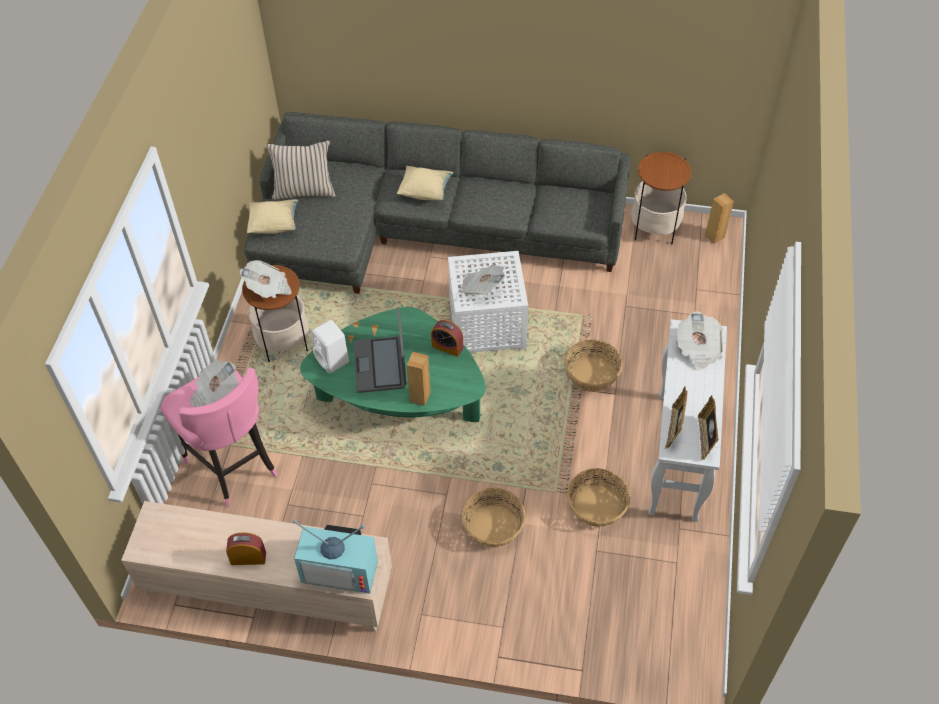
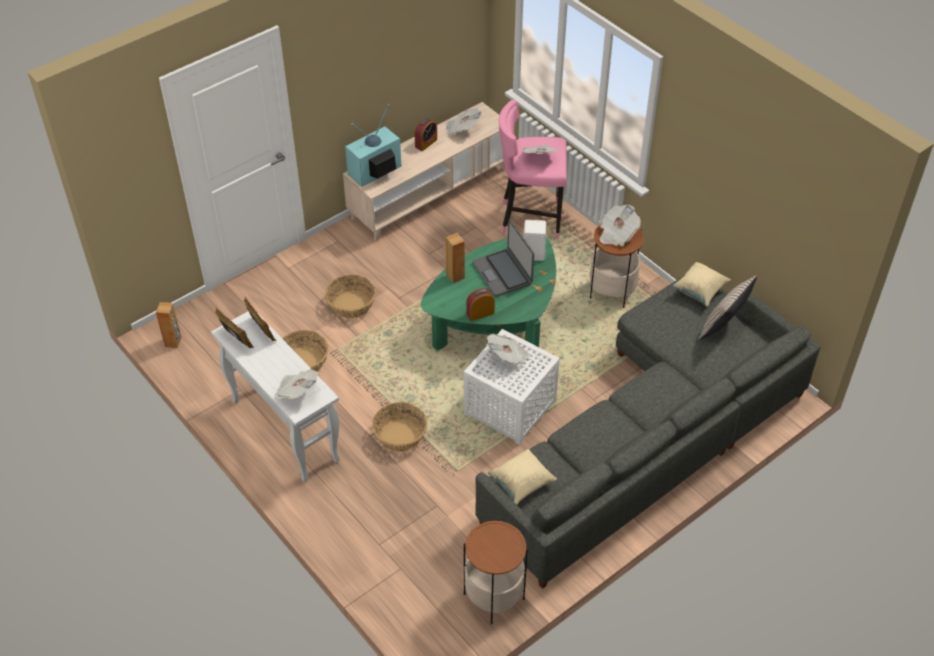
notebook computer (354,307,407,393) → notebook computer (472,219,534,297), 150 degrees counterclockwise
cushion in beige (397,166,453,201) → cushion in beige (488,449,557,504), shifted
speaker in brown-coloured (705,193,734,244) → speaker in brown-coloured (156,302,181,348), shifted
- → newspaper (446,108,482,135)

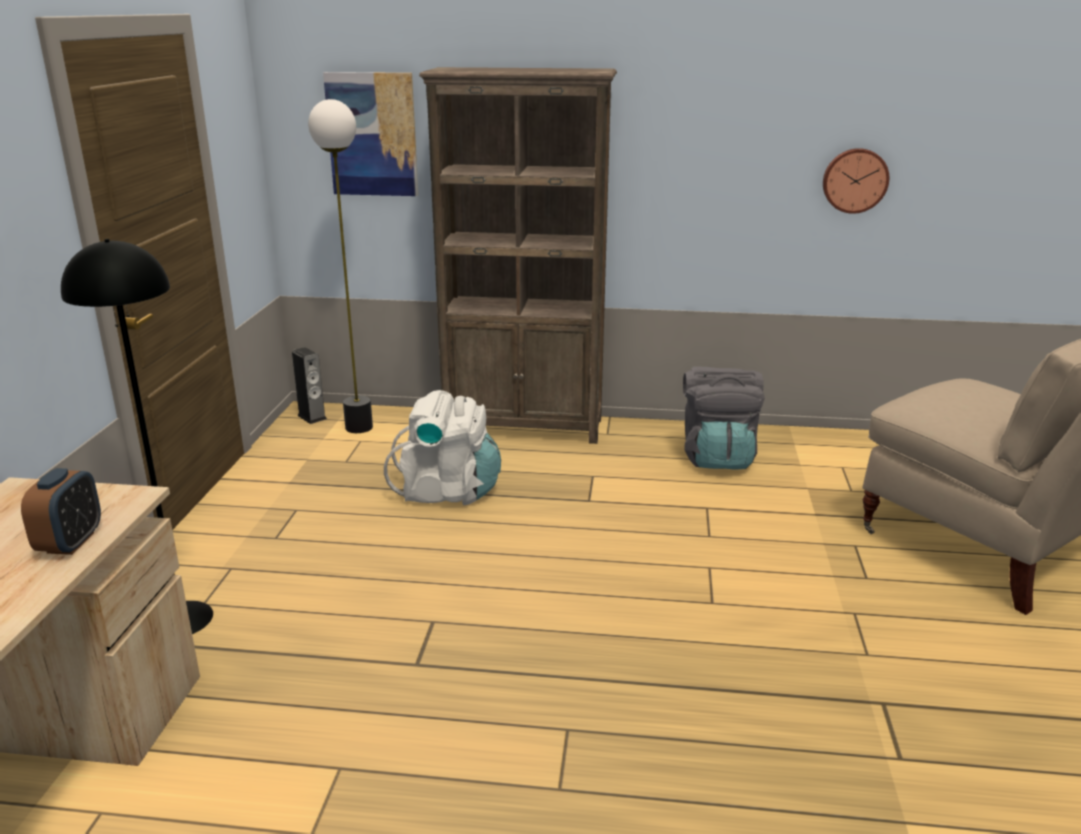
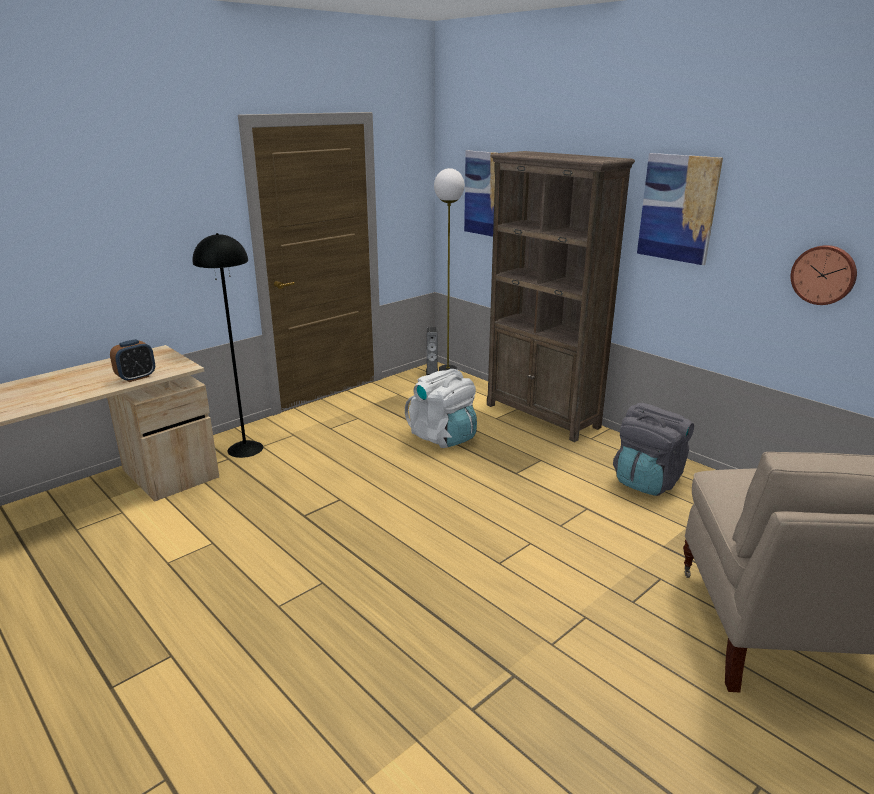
- → wall picture (637,153,723,265)

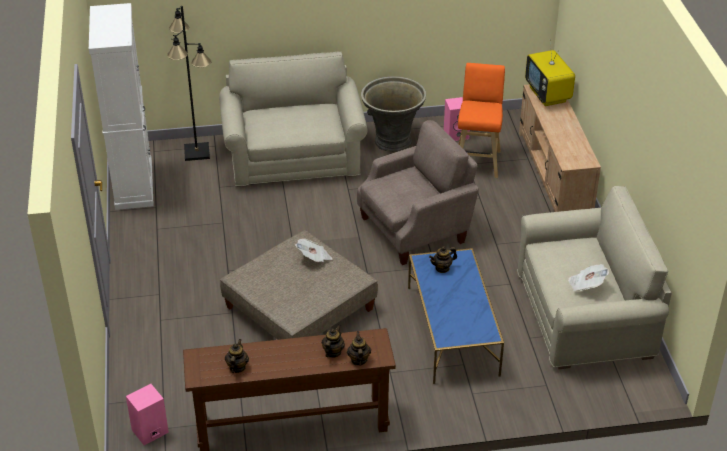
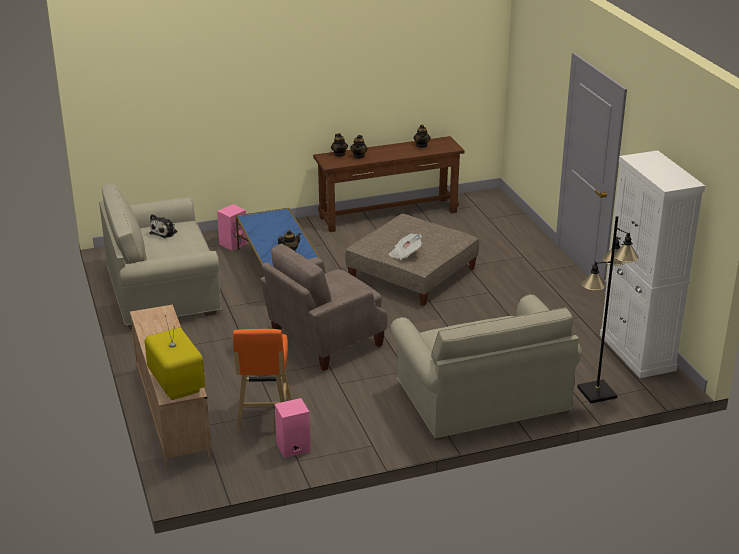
speaker in pinkish (126,384,169,445) → speaker in pinkish (217,204,248,251), shifted
plant pot in greyish (361,76,426,152) → -
newspaper (568,264,609,292) → cuddly toy (149,214,177,238)

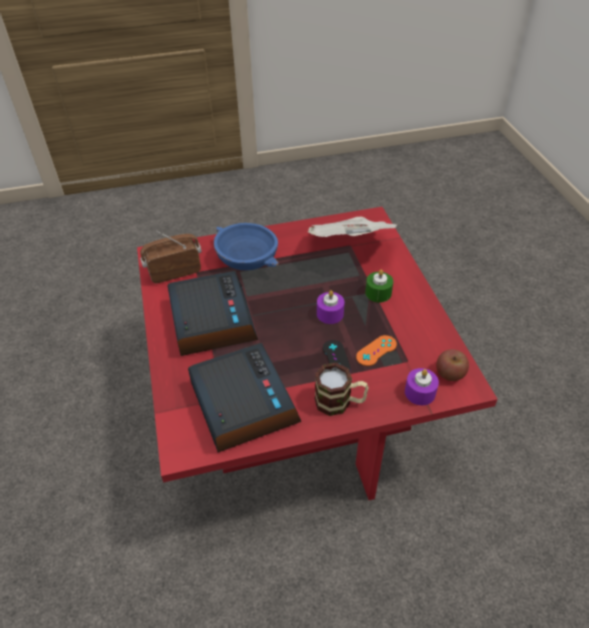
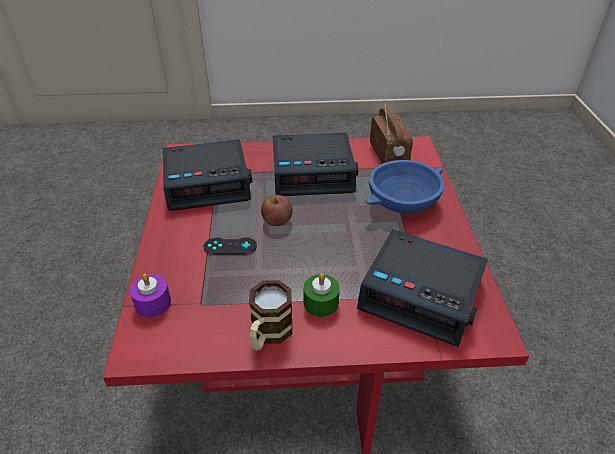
newspaper (308,216,397,237) → table clock (357,229,488,347)
mug (314,363,369,416) → mug (249,280,293,351), shifted
wax candle in purplish (317,290,344,324) → -
joypad in orangey (356,335,397,366) → -
apple (436,349,469,381) → apple (261,195,293,226), shifted

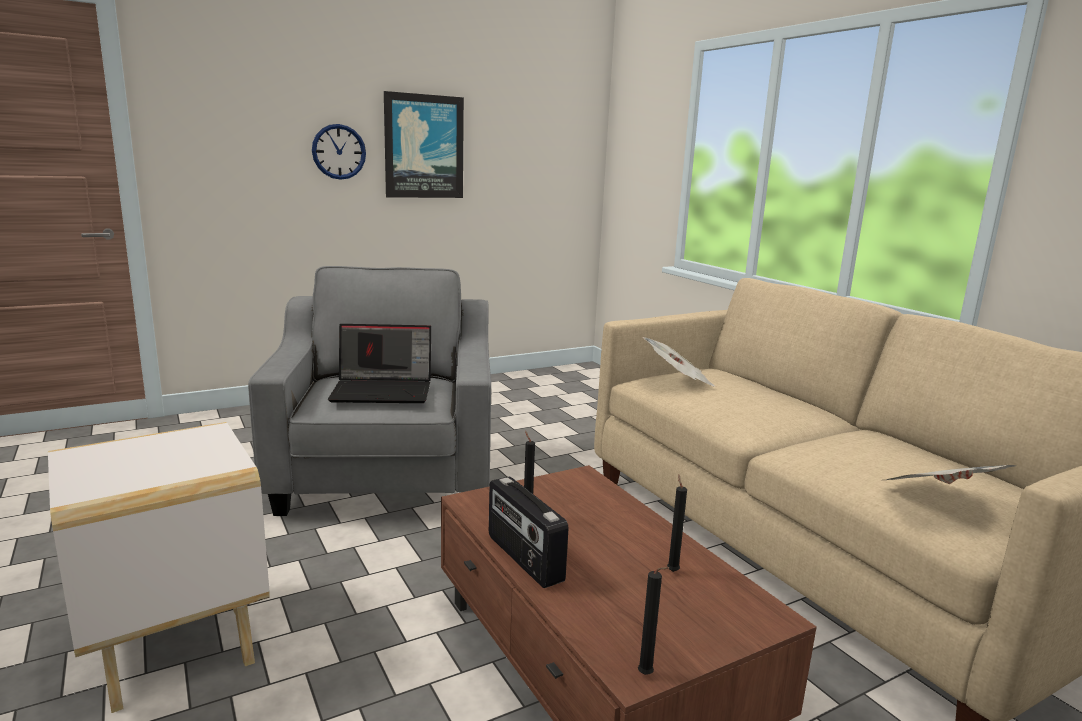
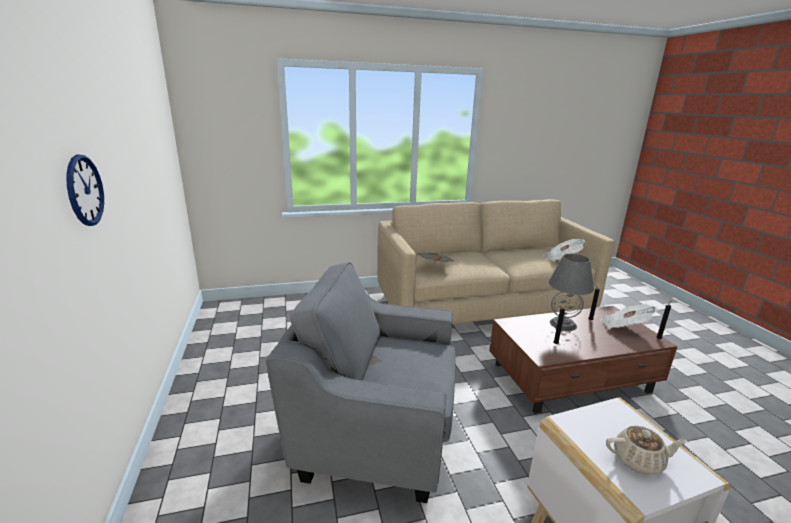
notebook computer (328,324,431,403) → -
wall picture (384,91,464,198) → -
radio (489,476,569,588) → -
- → tabletop lamp in greyish (549,254,594,331)
- → newspaper (599,304,658,329)
- → pot for tea in beige (606,426,687,475)

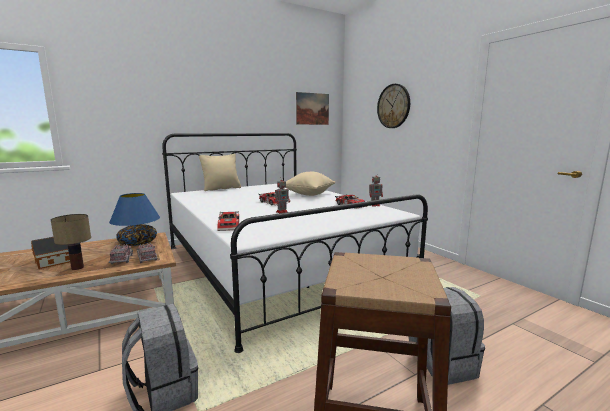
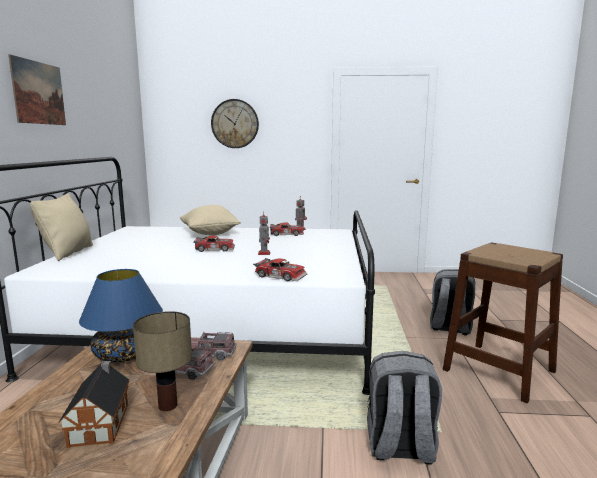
wall picture (296,92,329,125) → wall picture (8,54,66,125), shifted

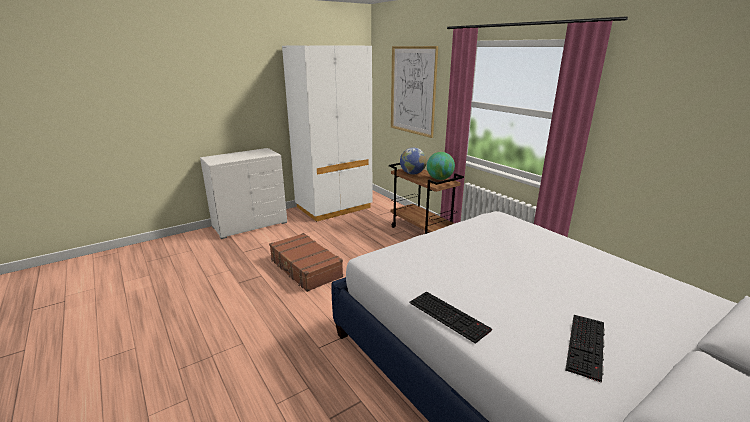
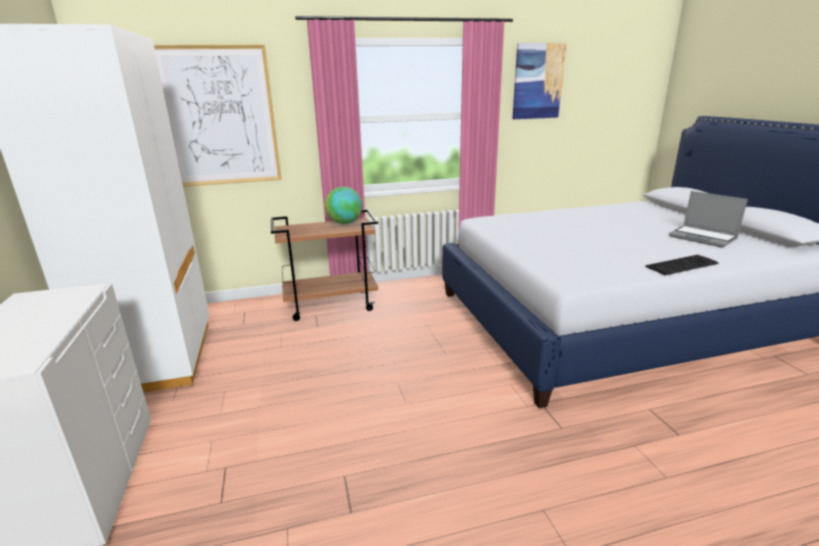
piece of luggage in brown-coloured (269,233,343,292) → -
desk globe (400,148,427,175) → -
computer keyboard (565,315,605,382) → notebook computer (669,191,748,248)
- → wall picture (512,43,567,119)

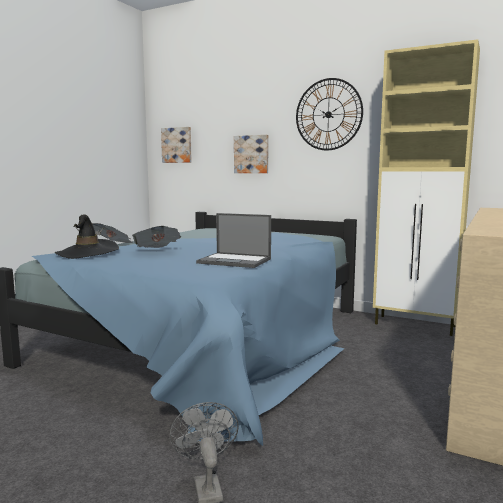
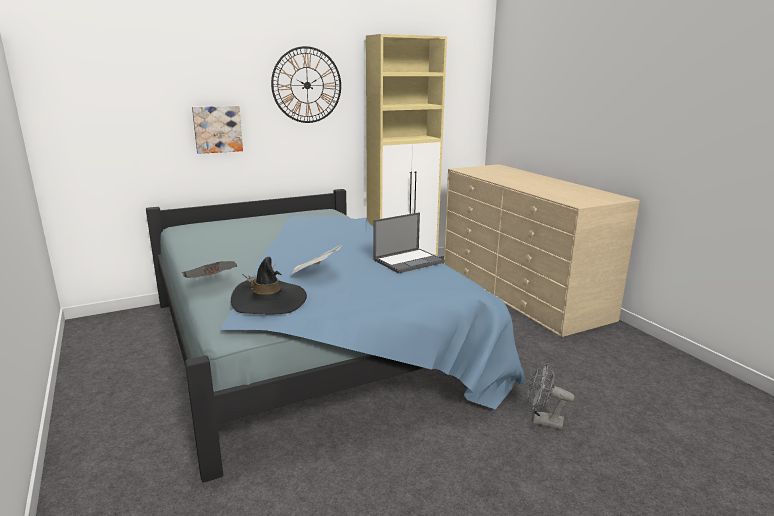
wall picture (161,127,192,163) → -

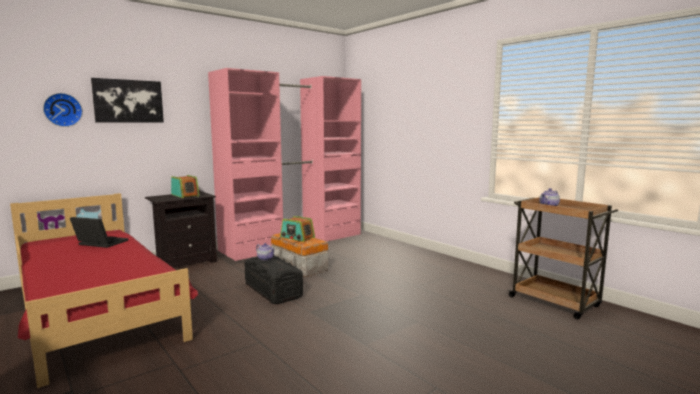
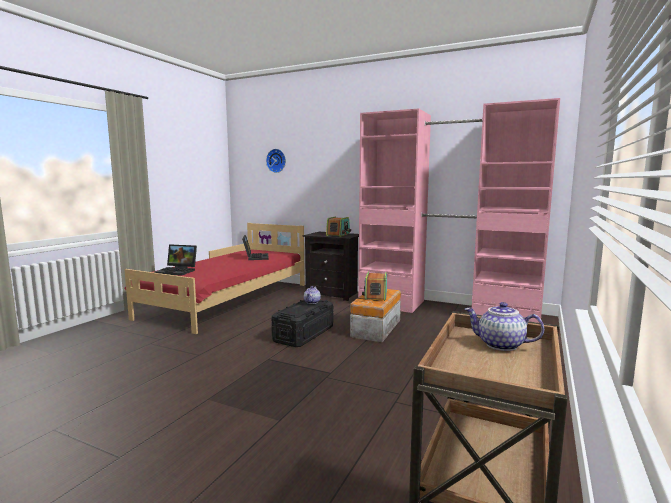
wall picture (91,78,164,122) → -
- → notebook computer (154,244,197,276)

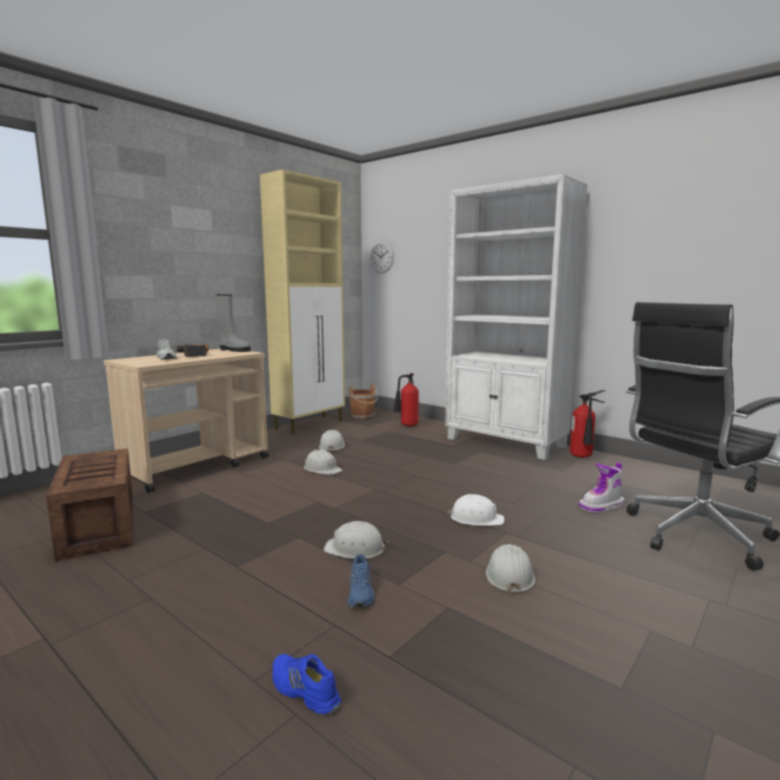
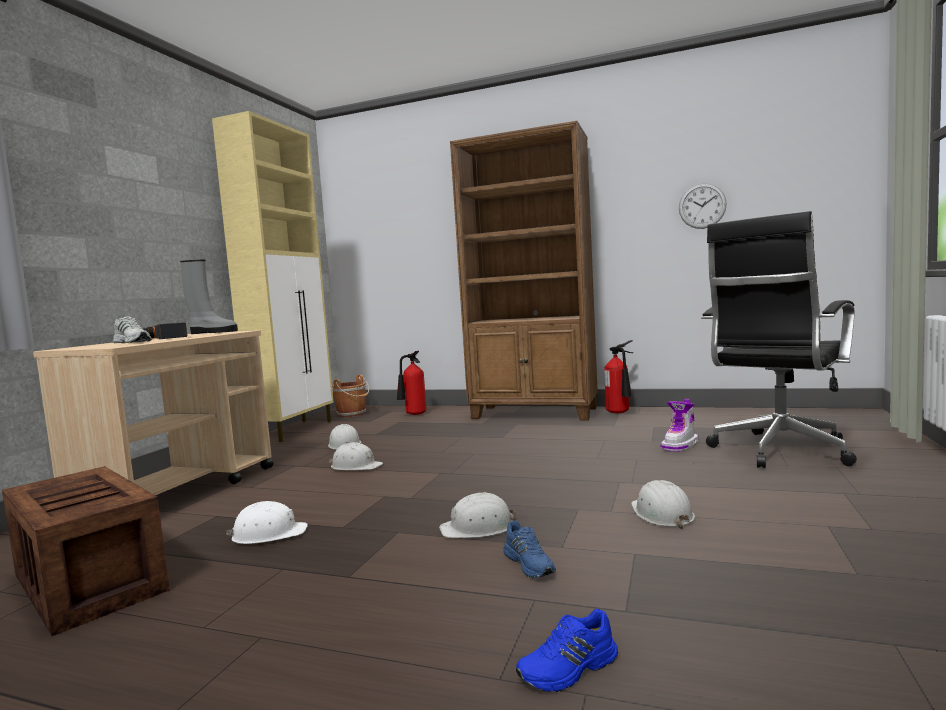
shoe in blue (272,654,341,715) → shoe in blue (516,609,618,692), 45 degrees counterclockwise
hanging clock (370,241,394,273) → hanging clock (679,183,727,229), shifted
bookshelf in white-coloured (445,174,587,460) → bookshelf in brown-coloured (450,121,598,421)
work helmet in white-coloured (447,494,505,526) → work helmet in white-coloured (226,501,308,544), shifted

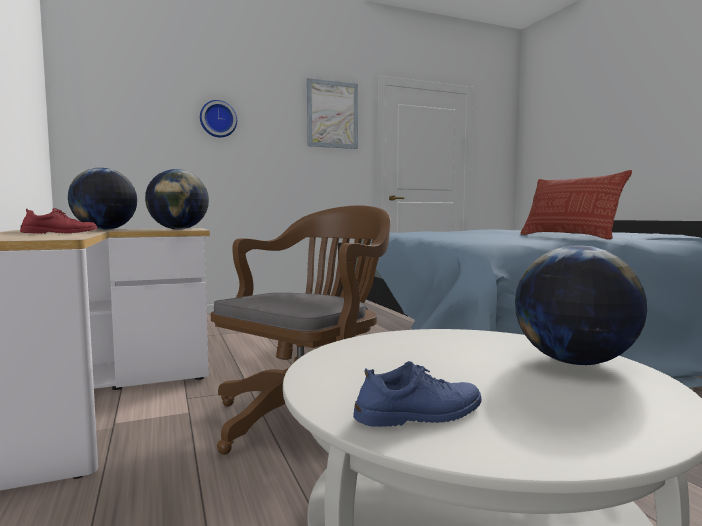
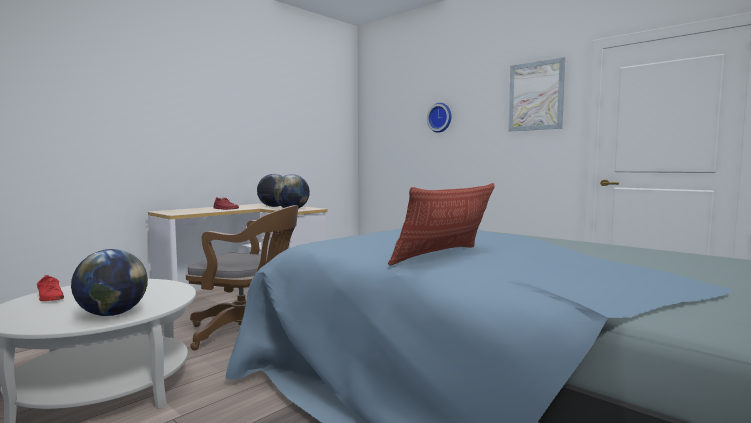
shoe in blue (353,361,482,427) → shoe in red (37,275,64,301)

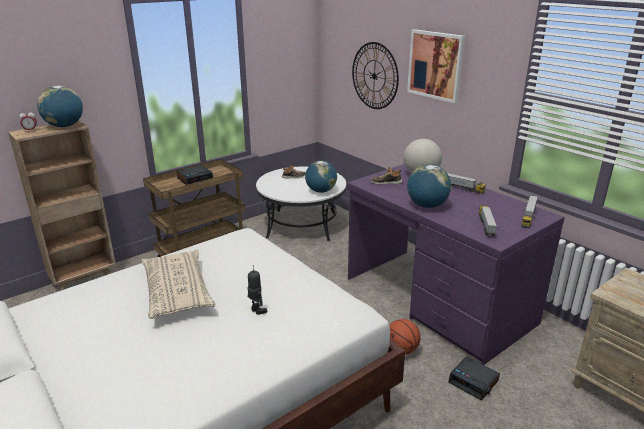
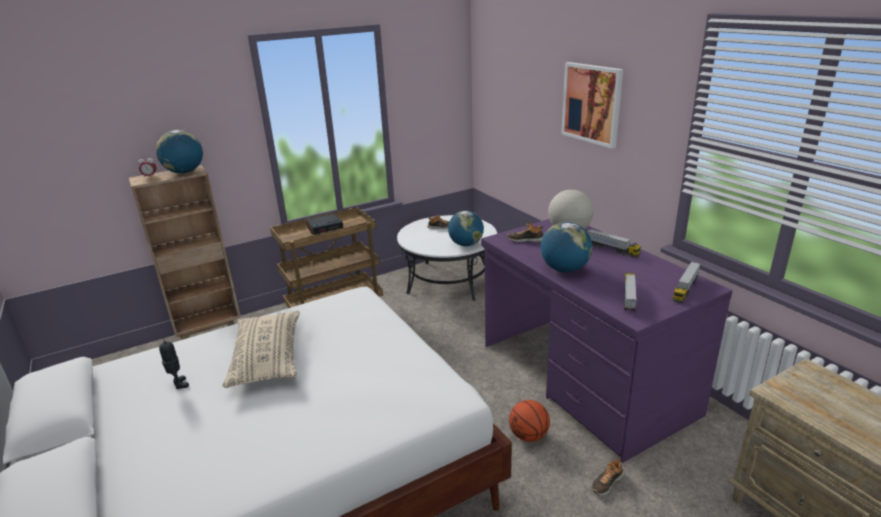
toy robot (248,265,267,315) → toy robot (159,336,189,389), shifted
hanging clock (352,42,399,109) → -
table clock (448,356,500,400) → shoe (592,459,624,495)

